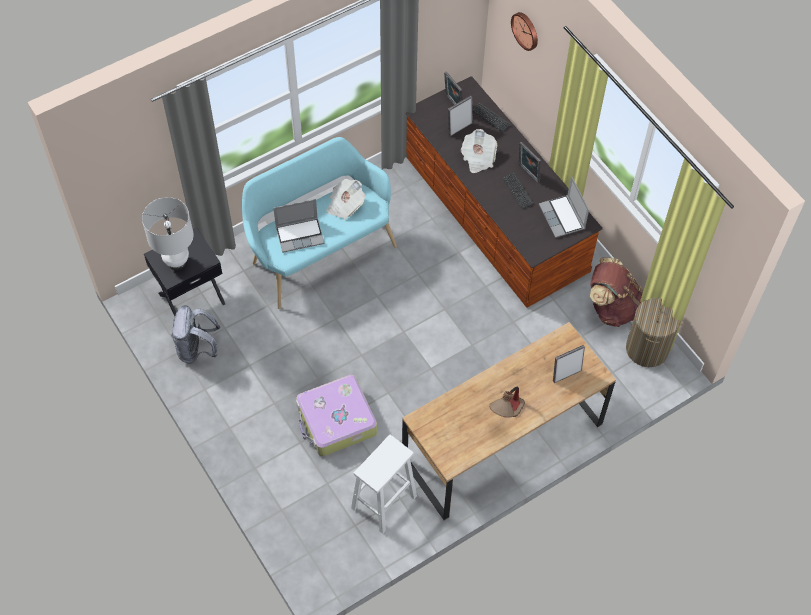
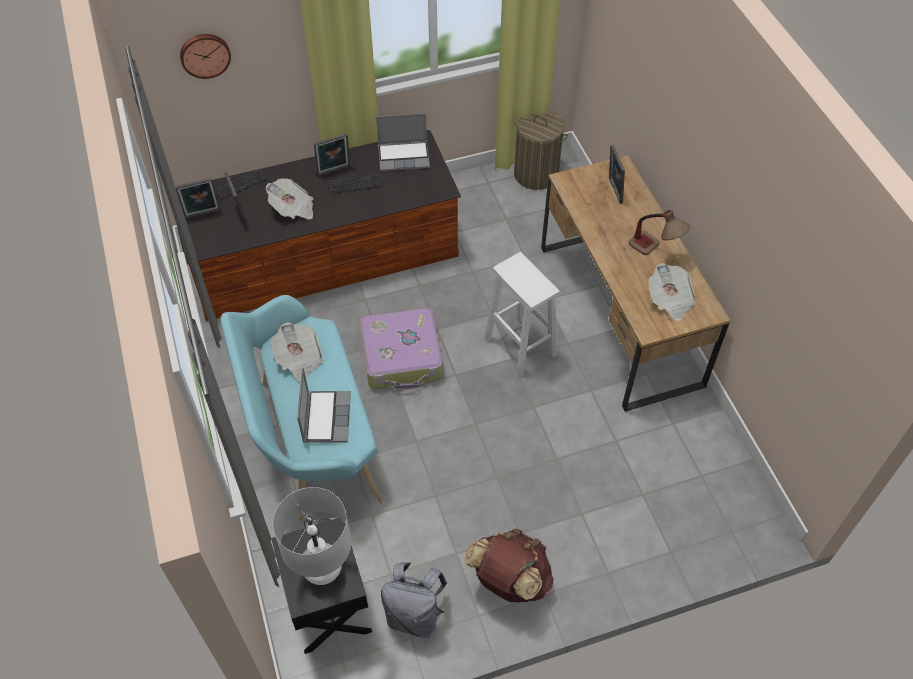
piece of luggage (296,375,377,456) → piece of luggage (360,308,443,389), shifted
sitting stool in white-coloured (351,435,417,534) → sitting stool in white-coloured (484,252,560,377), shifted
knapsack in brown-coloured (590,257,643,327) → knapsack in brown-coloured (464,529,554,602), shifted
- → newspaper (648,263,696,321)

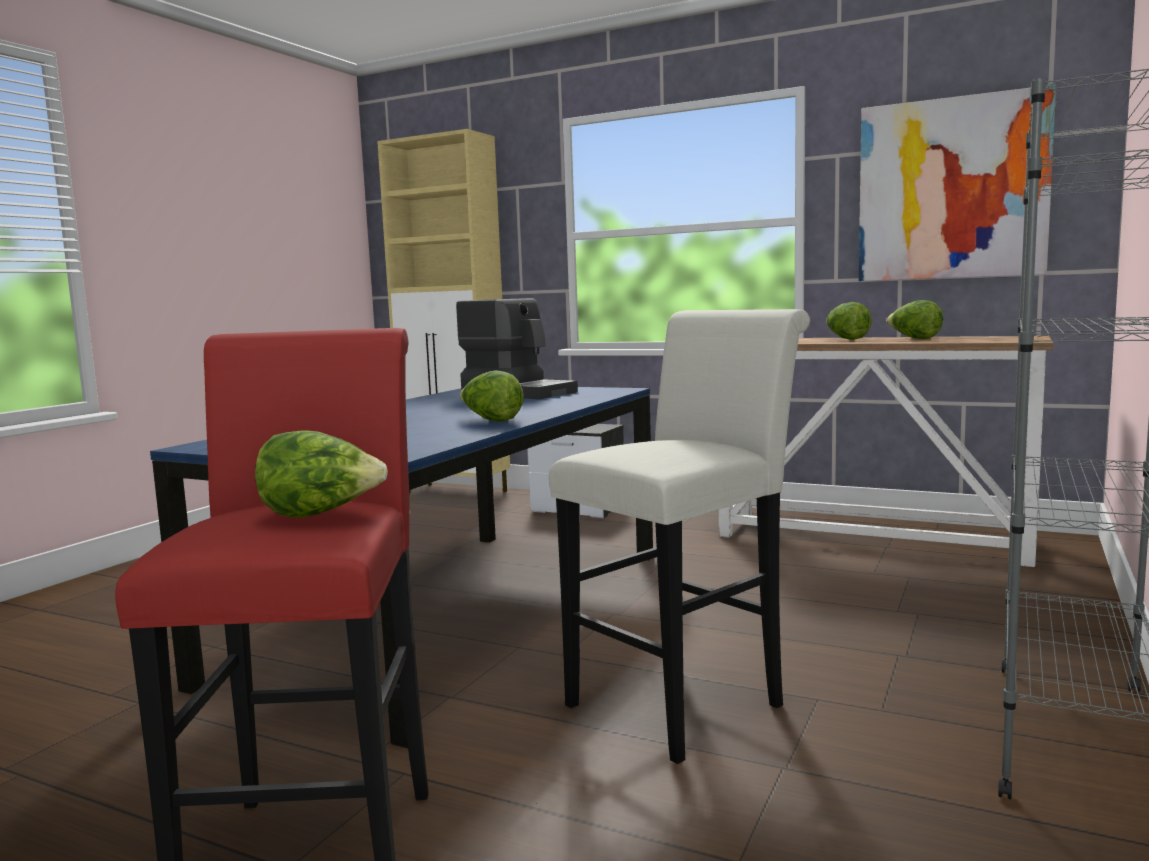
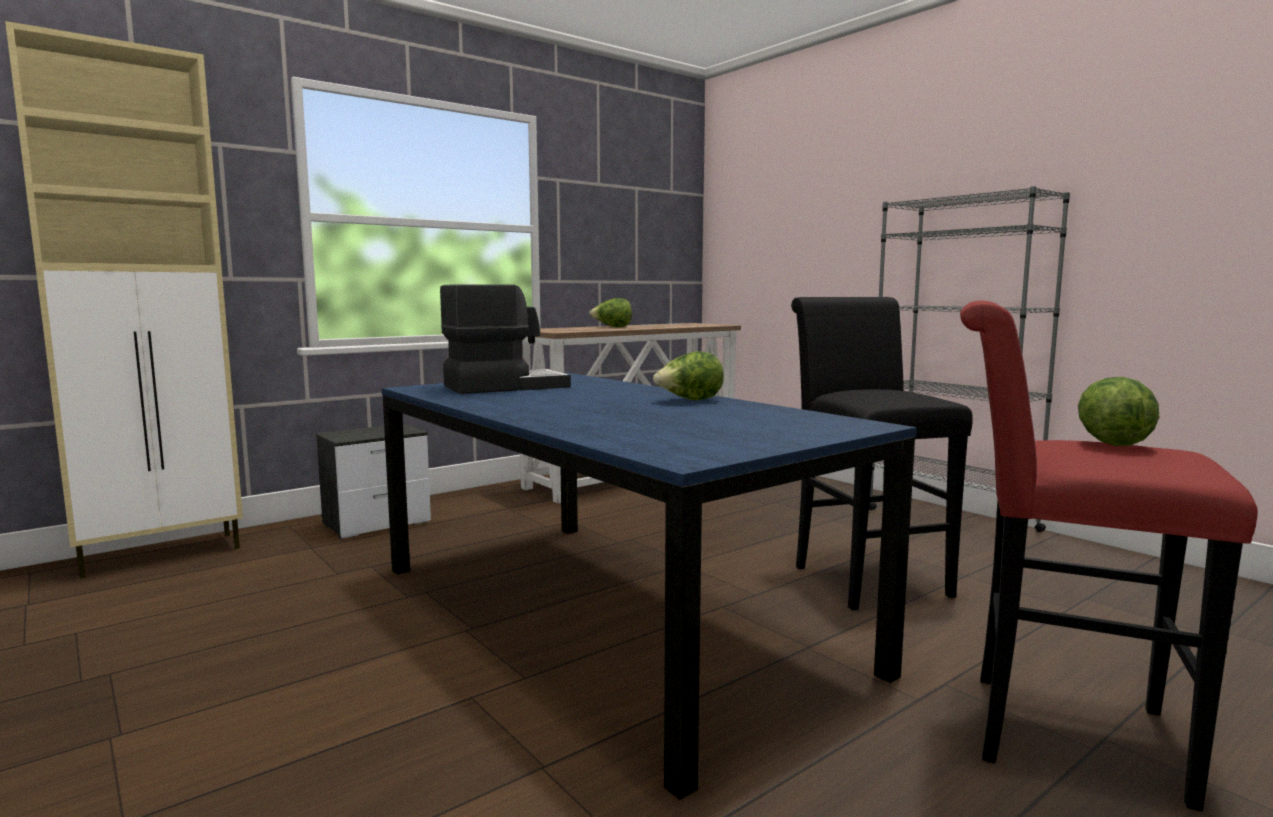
sitting stool in white-coloured (549,309,810,764) → sitting stool in black (791,297,973,610)
wall picture (859,85,1056,281) → -
lettuce (886,300,943,339) → -

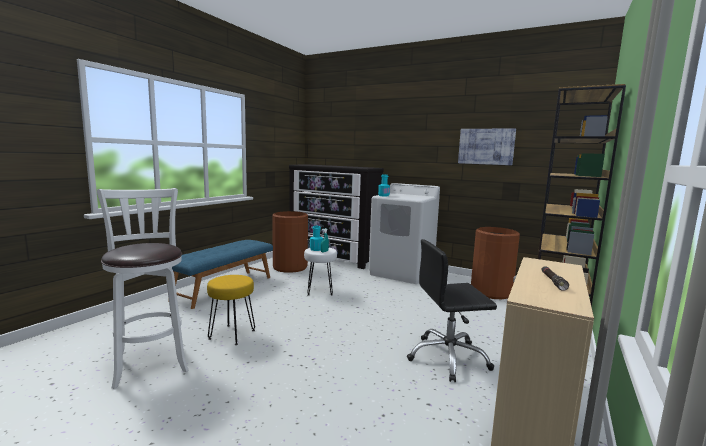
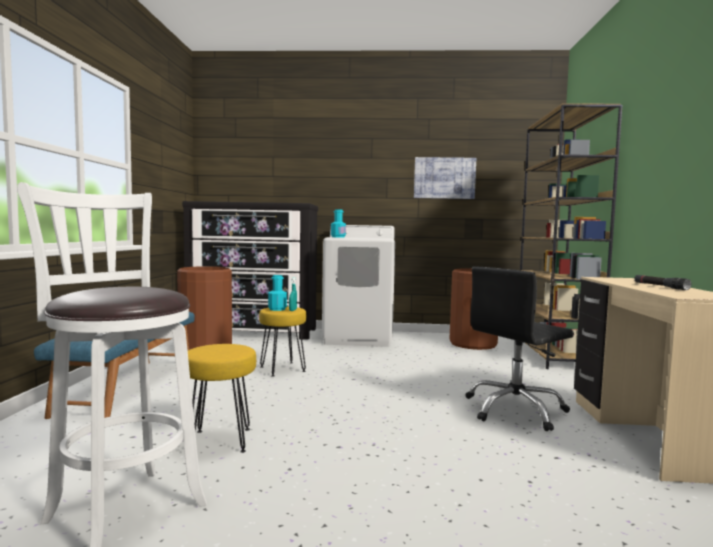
sitting stool in white-coloured (304,248,337,296) → sitting stool in yellow (259,307,306,377)

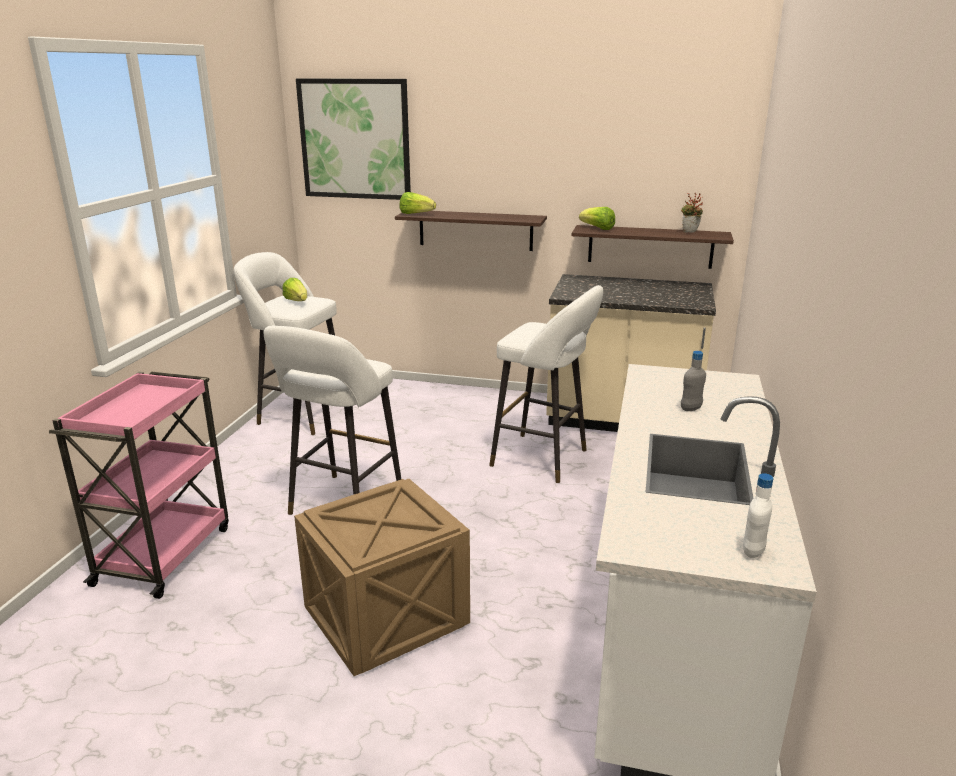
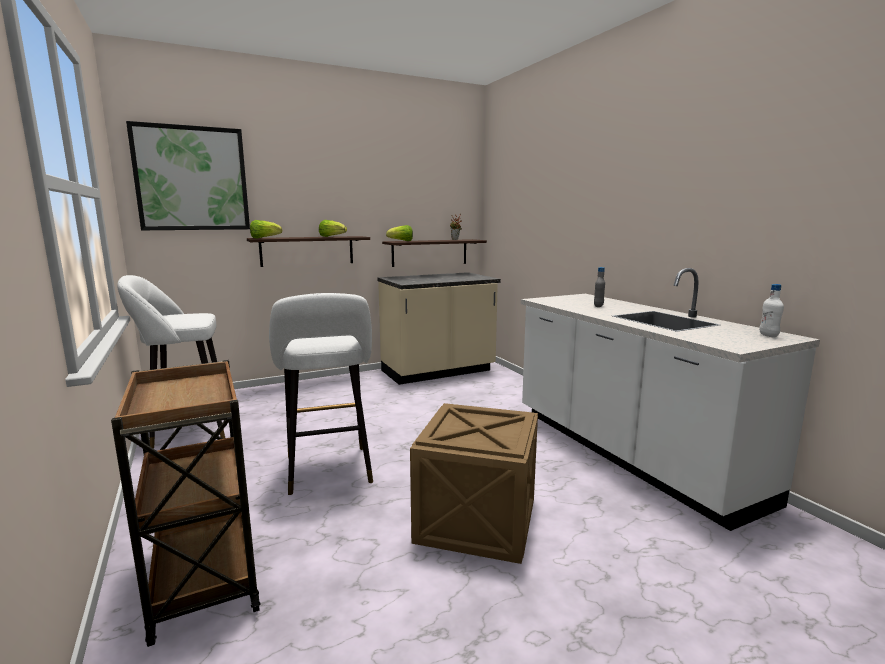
trolley in pinkish (49,372,229,599) → trolley in brown-coloured (111,360,261,647)
lettuce (282,278,307,301) → lettuce (319,220,347,237), shifted
sitting stool in white-coloured (489,285,603,483) → -

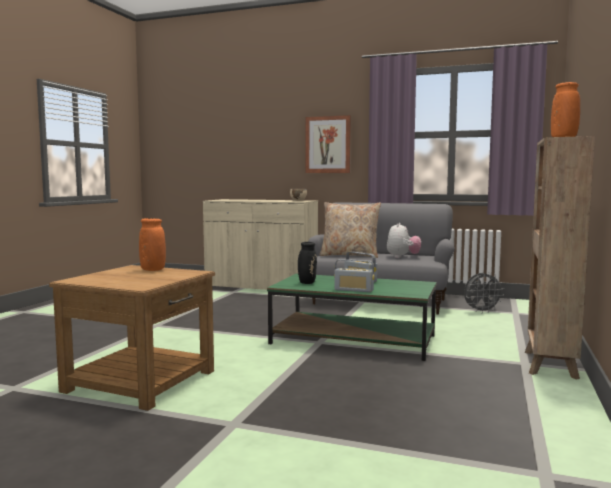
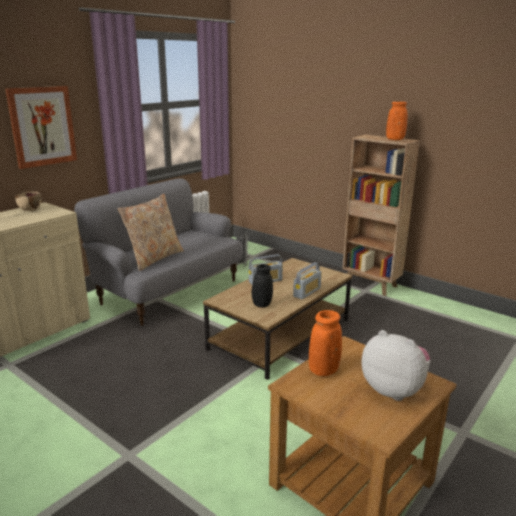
lounge table in green (267,274,437,361) → lounge table in brown-coloured (203,258,352,380)
cuddly toy (387,223,421,258) → cuddly toy (361,330,430,401), shifted

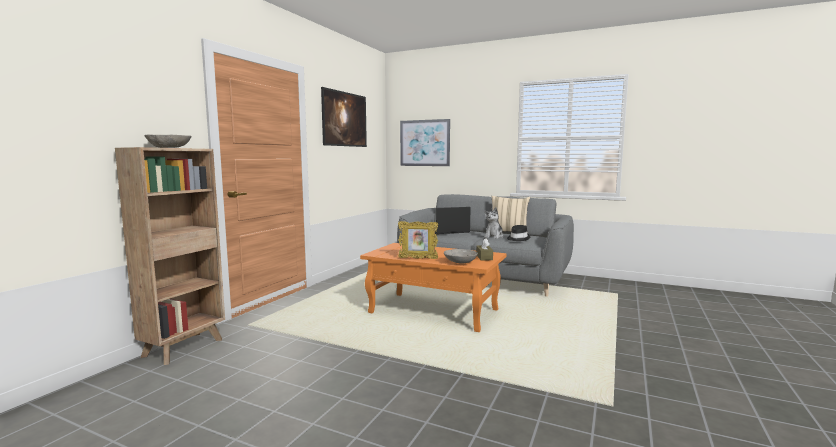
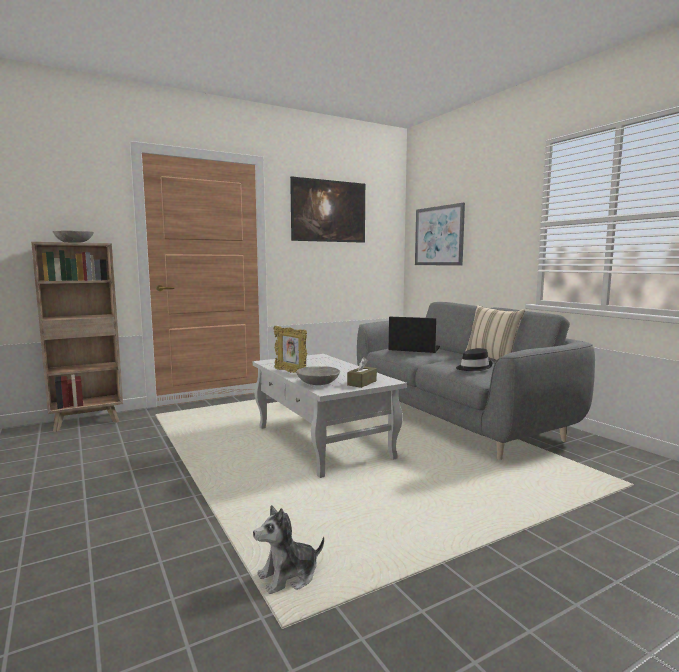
lounge table in orangey (360,243,507,332) → lounge table in white-coloured (253,354,407,478)
cuddly toy (484,207,504,239) → cuddly toy (253,505,324,594), shifted

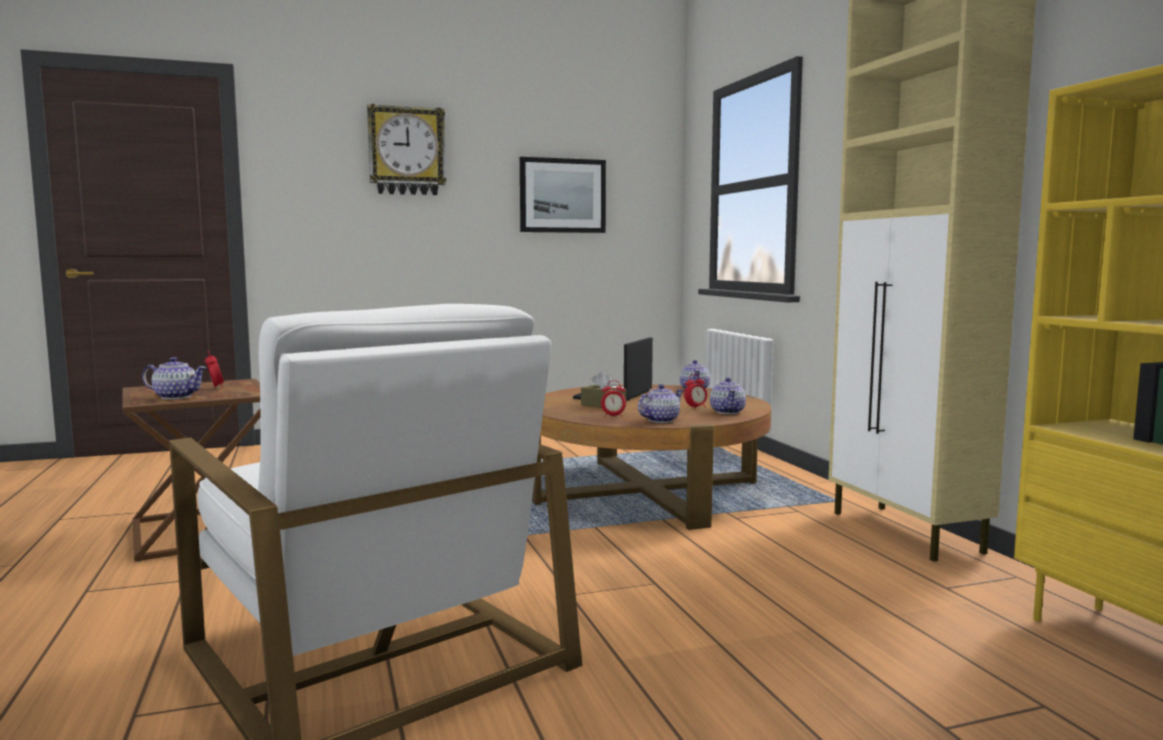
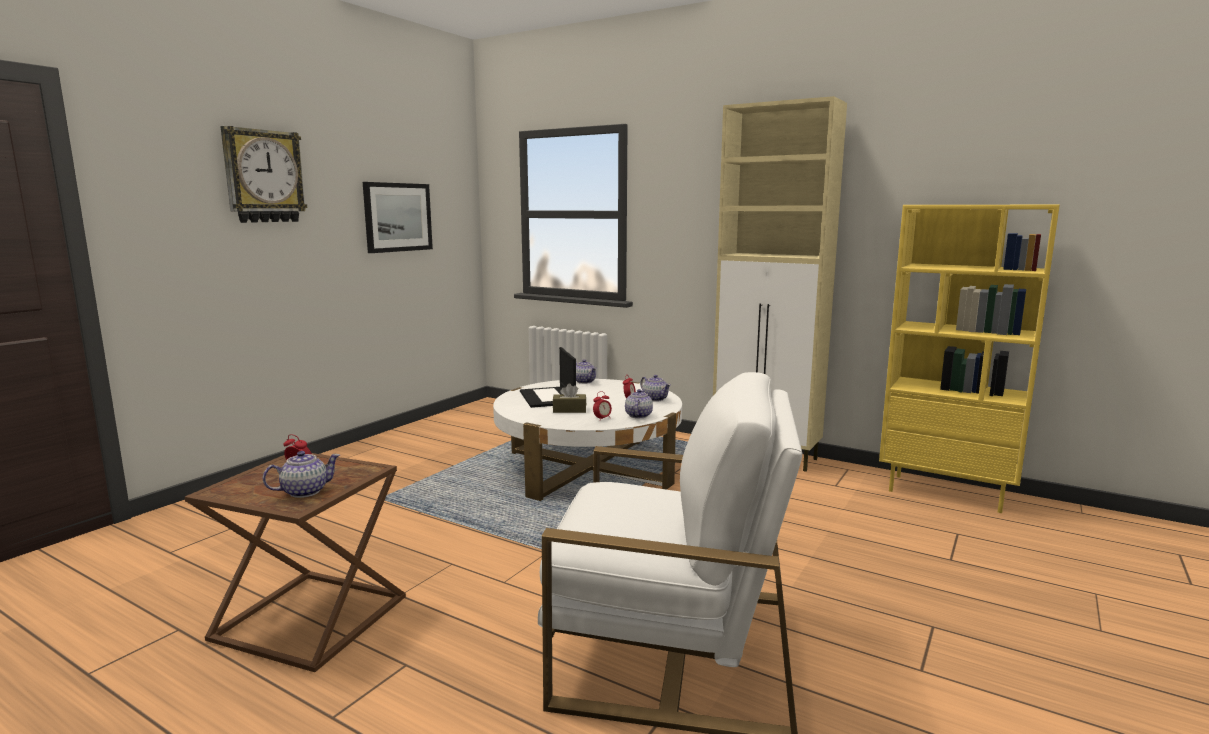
lounge table in brown-coloured (532,385,771,530) → lounge table in white-coloured (493,379,682,501)

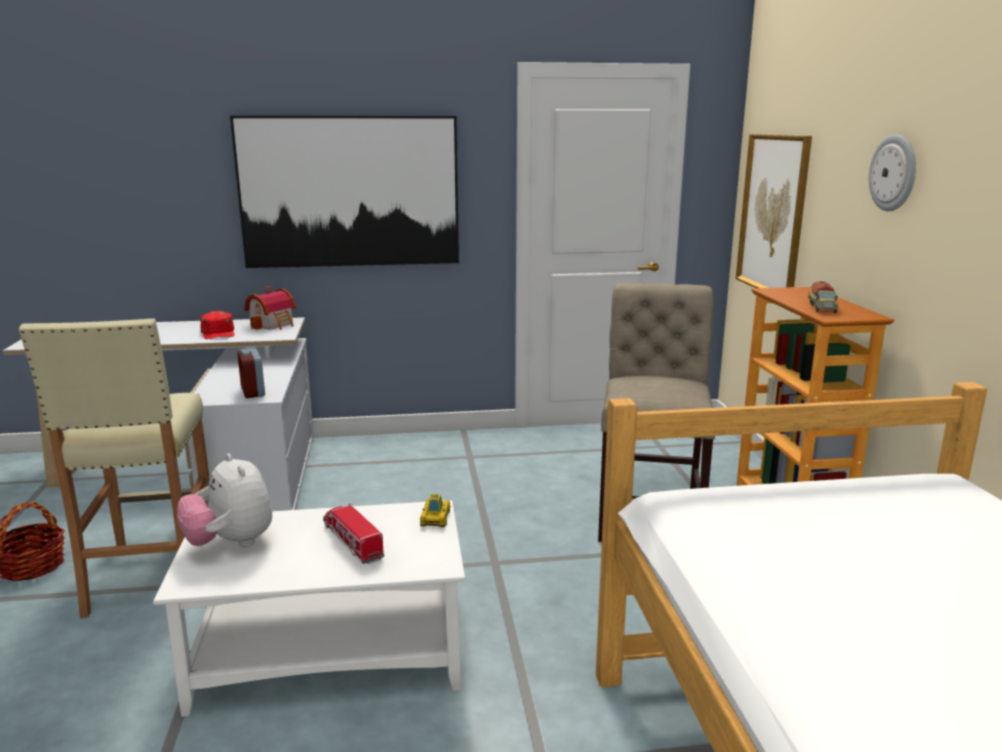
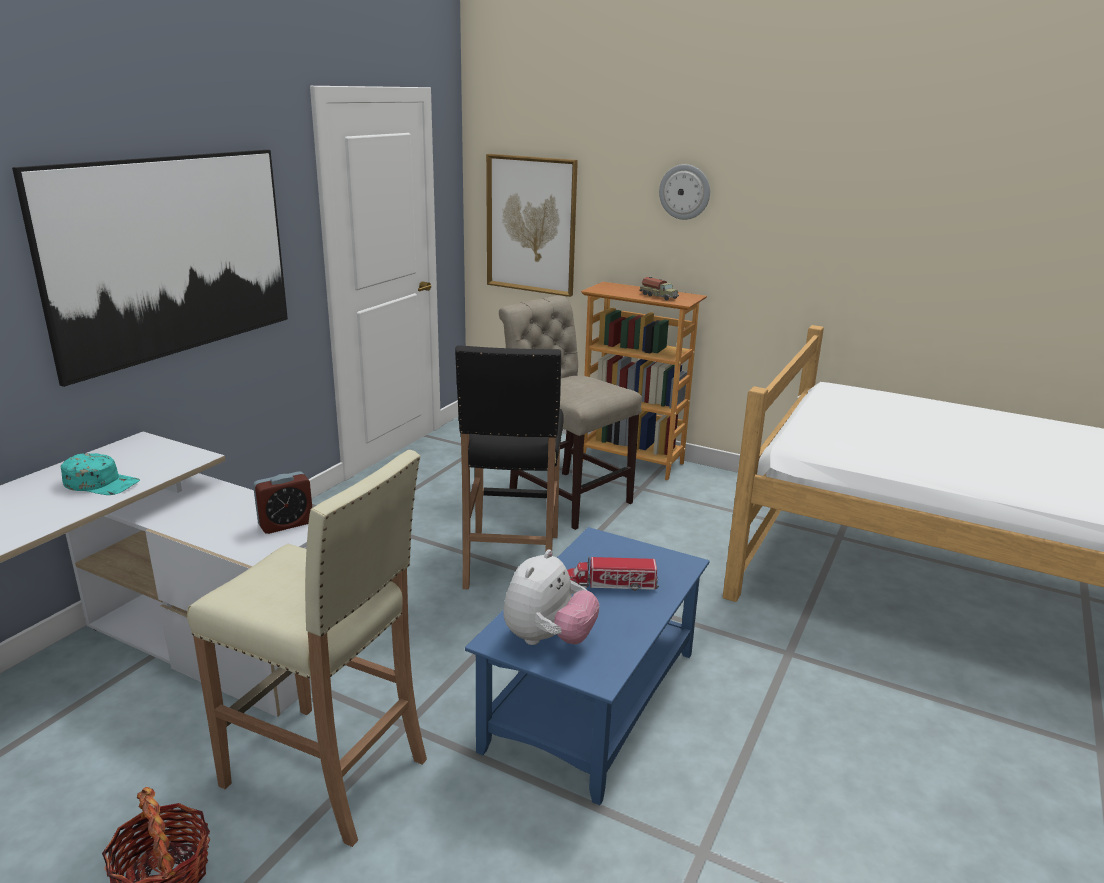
lounge table in white-coloured (153,500,465,717) → lounge table in blue (465,527,710,805)
cuddly toy (177,453,272,547) → cuddly toy (503,549,600,645), 60 degrees counterclockwise
baseball cap in red (200,311,235,339) → baseball cap in blue-green (61,453,140,495)
table clock (237,349,265,398) → table clock (253,471,312,534), 45 degrees counterclockwise
toy house (244,286,296,330) → -
toy car (420,494,450,527) → -
- → sitting stool in black (455,345,564,589)

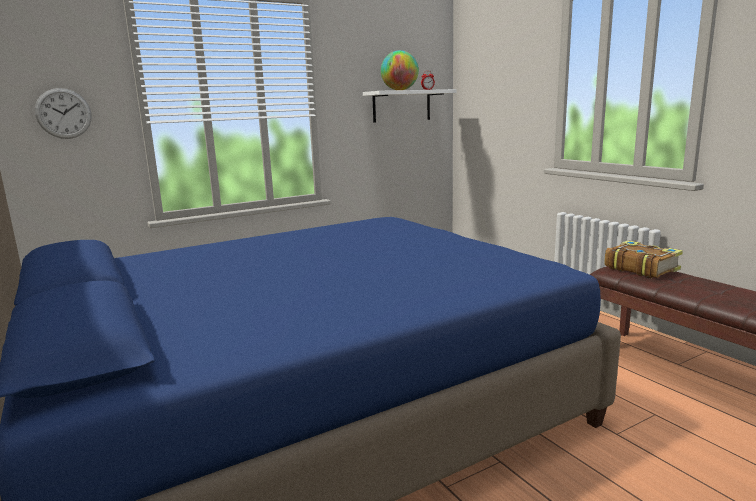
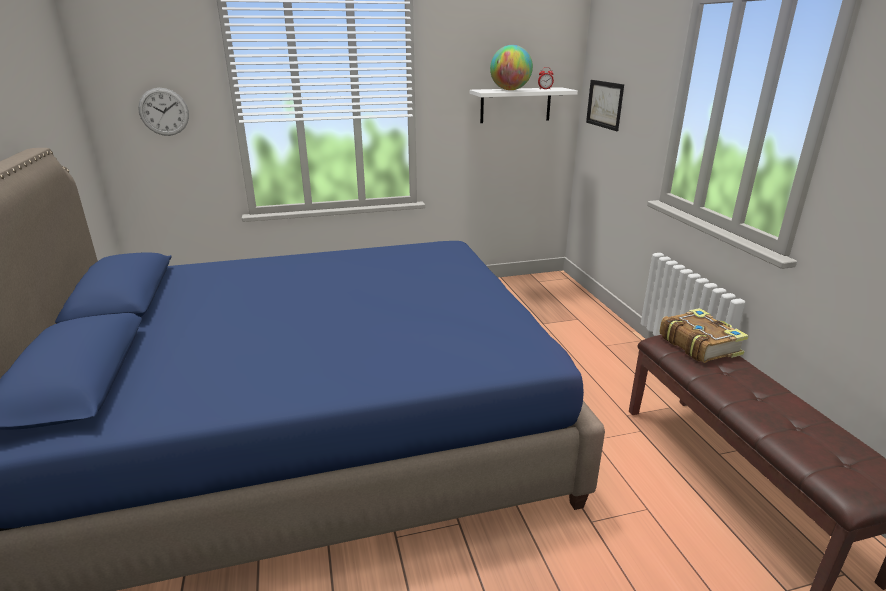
- → wall picture (586,80,624,131)

